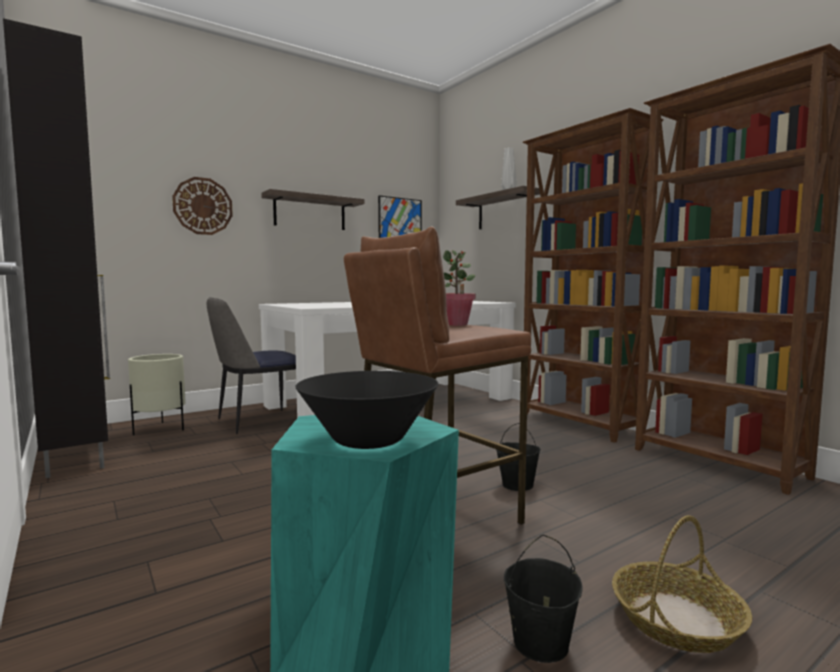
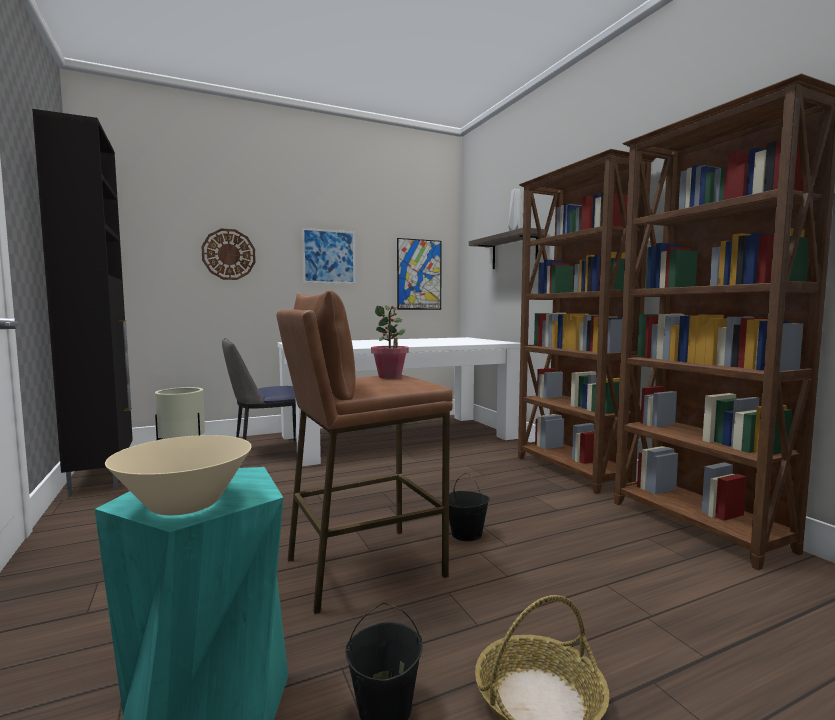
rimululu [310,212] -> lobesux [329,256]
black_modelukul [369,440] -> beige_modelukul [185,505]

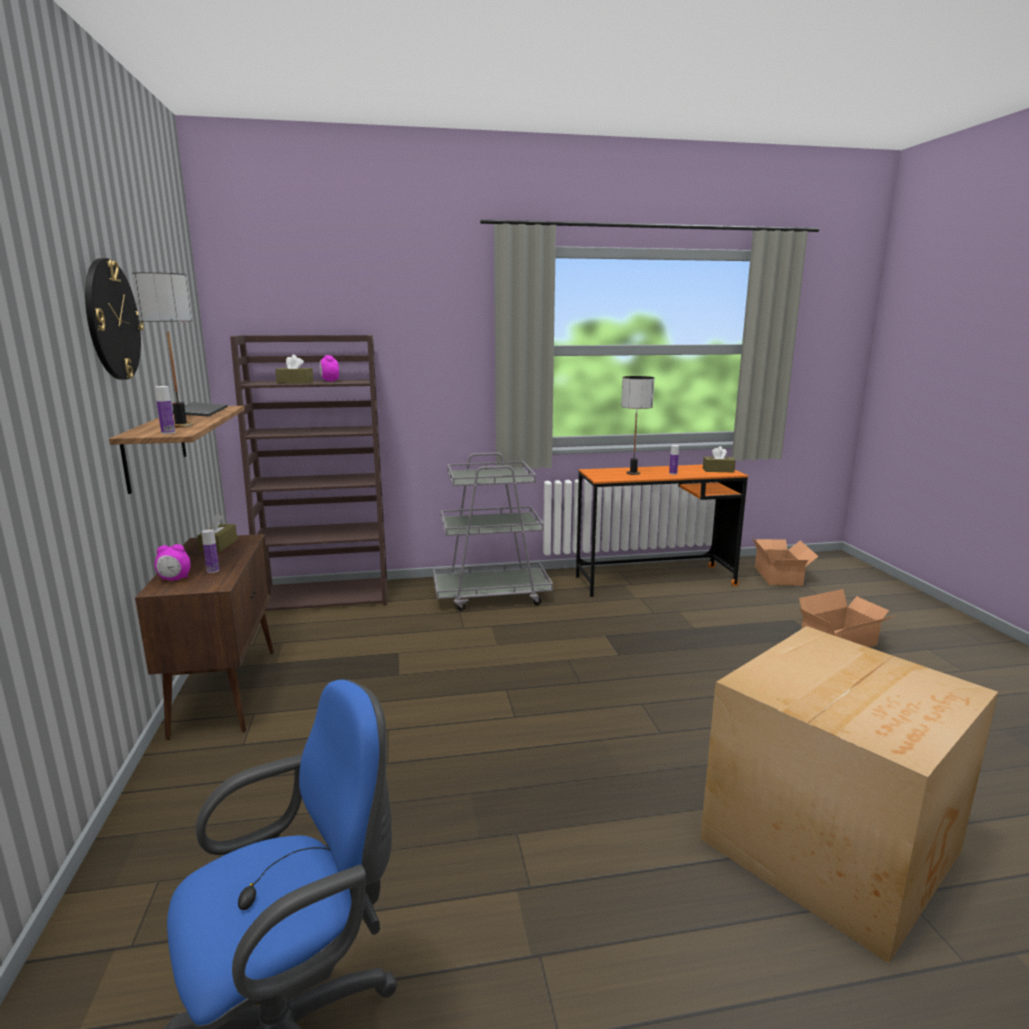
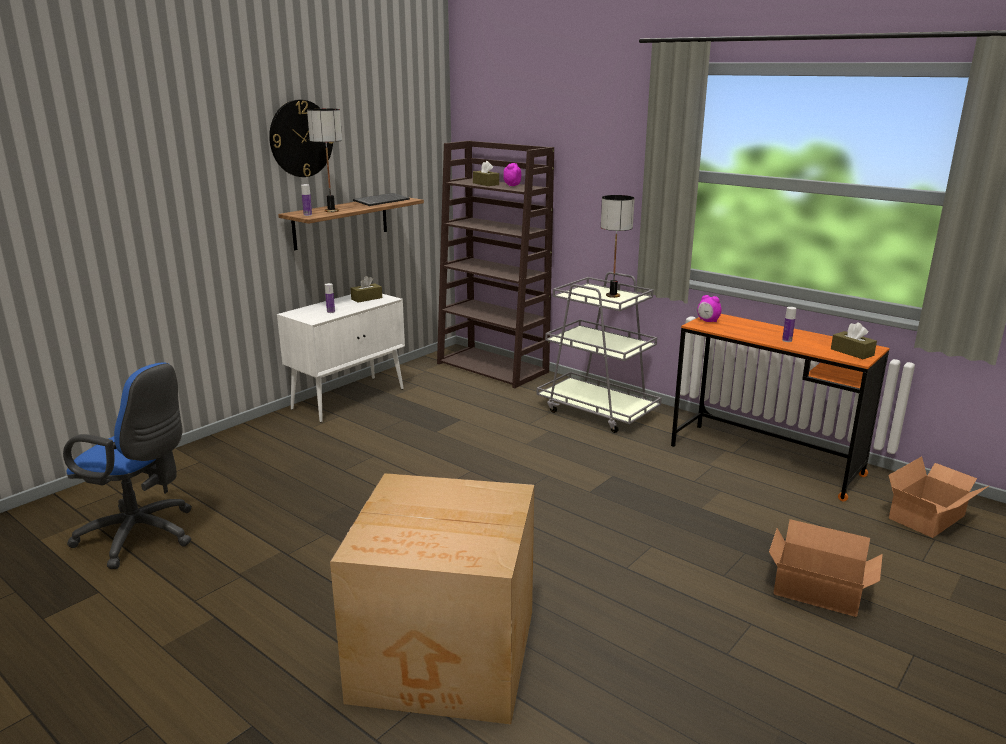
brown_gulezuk [226,690] -> white_gulezuk [349,398]
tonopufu [175,579] -> tonopufu [708,321], moved
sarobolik [633,473] -> sarobolik [612,295], moved

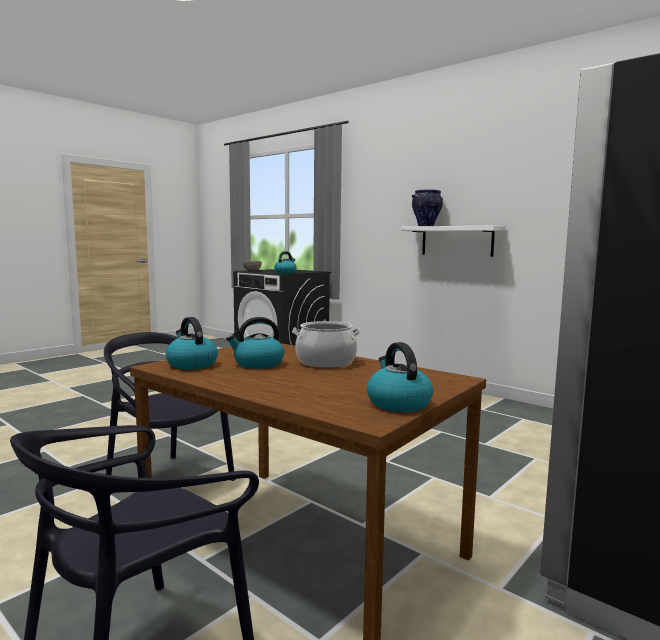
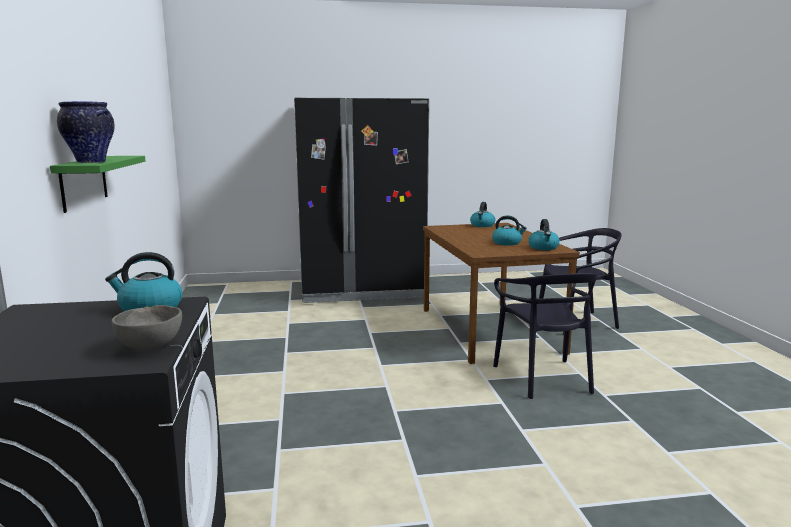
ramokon [326,362] -> none
white_rimululu [457,241] -> green_rimululu [84,182]

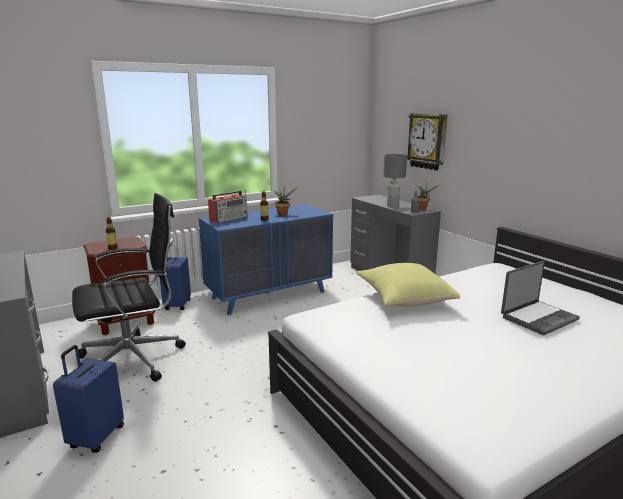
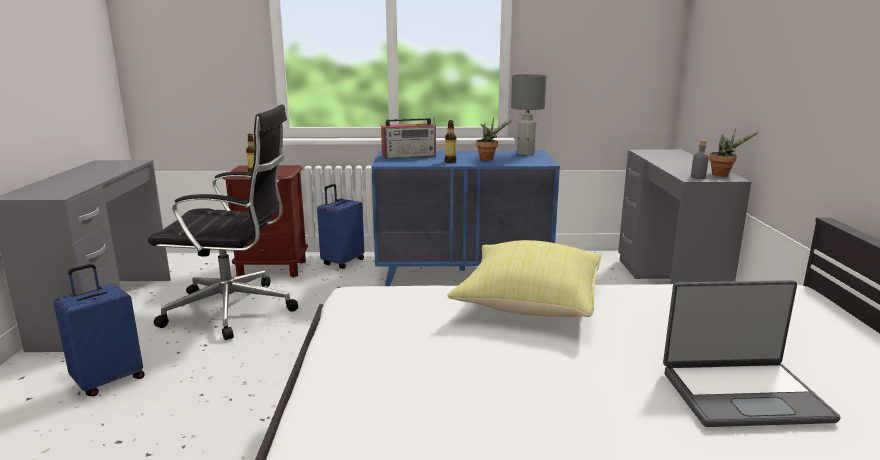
grey_sarobolik [393,206] -> grey_sarobolik [526,153], moved
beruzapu [427,141] -> none

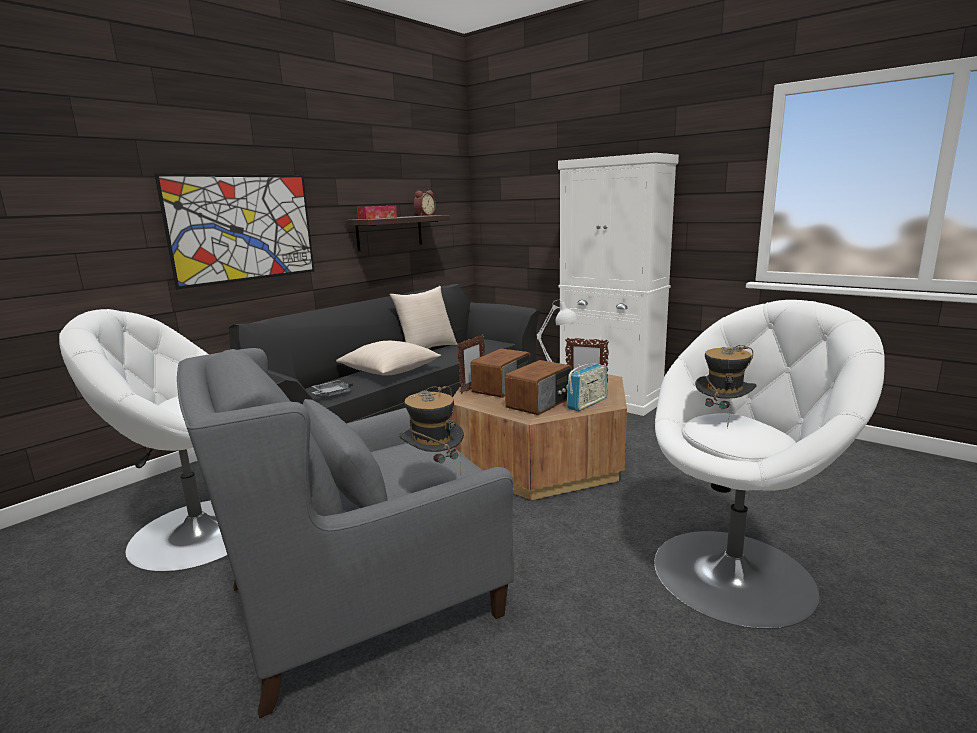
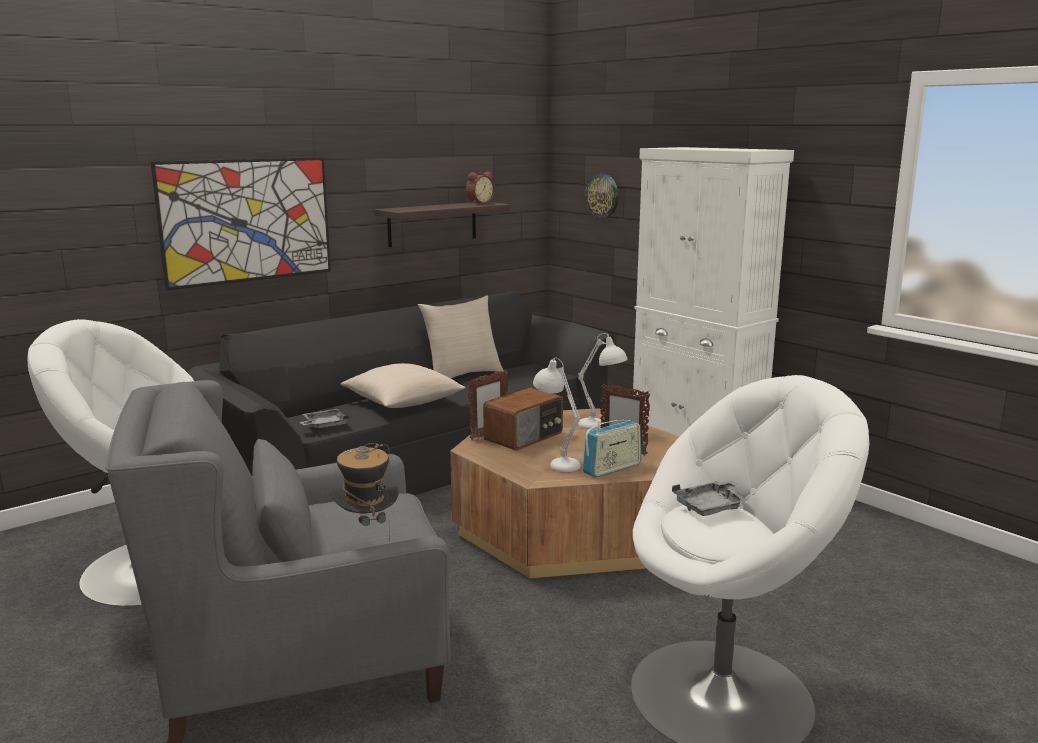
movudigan [377,218] -> none
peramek [540,403] -> white_sarobolik [556,462]
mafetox [722,417] -> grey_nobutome [711,507]
none -> beruzapu [602,195]

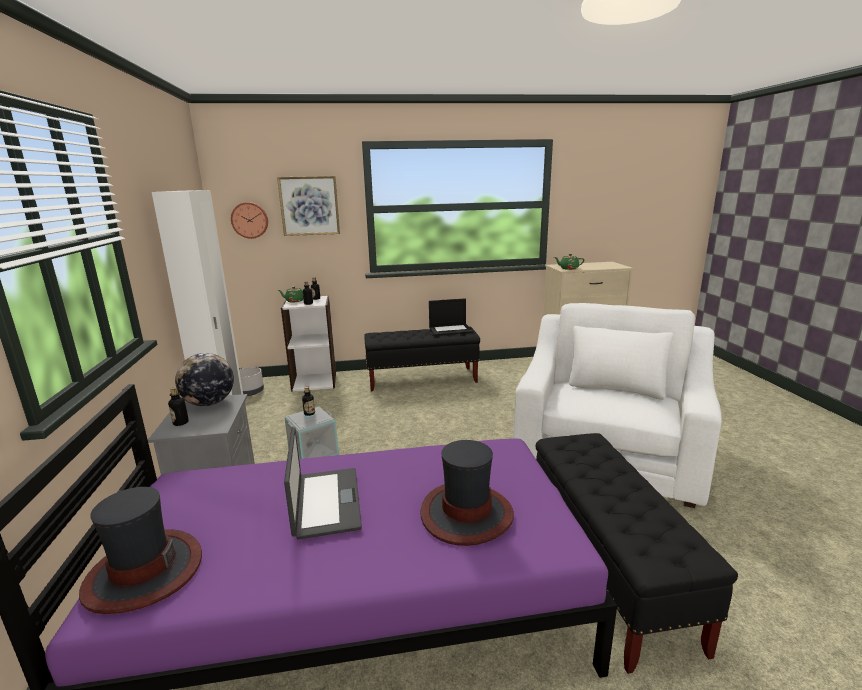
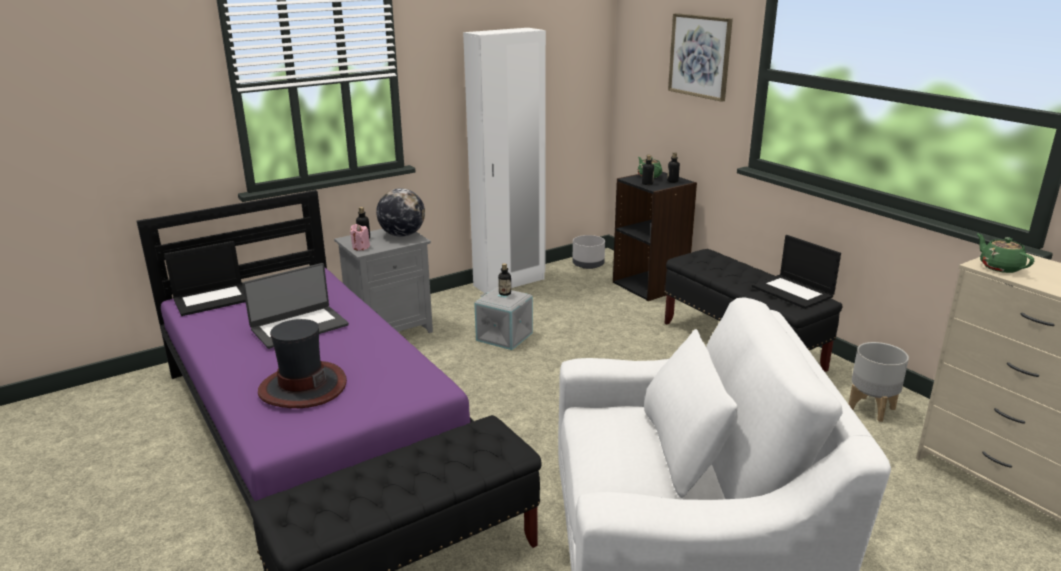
mafetox [143,572] -> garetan [213,299]
beruzapu [250,220] -> none
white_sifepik [314,381] -> black_sifepik [650,285]
none -> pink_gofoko [360,247]
none -> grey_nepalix [871,409]

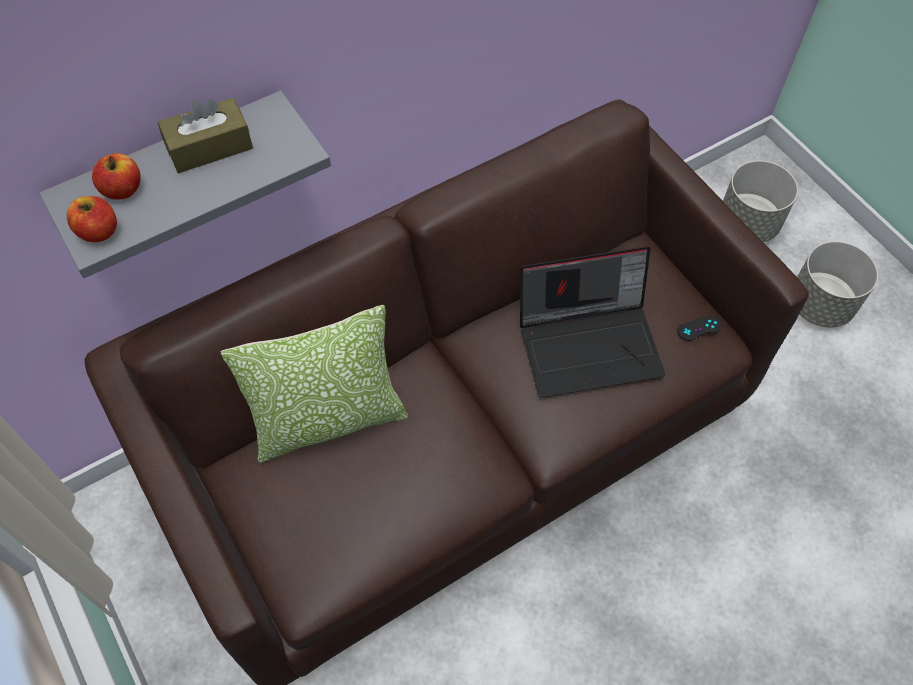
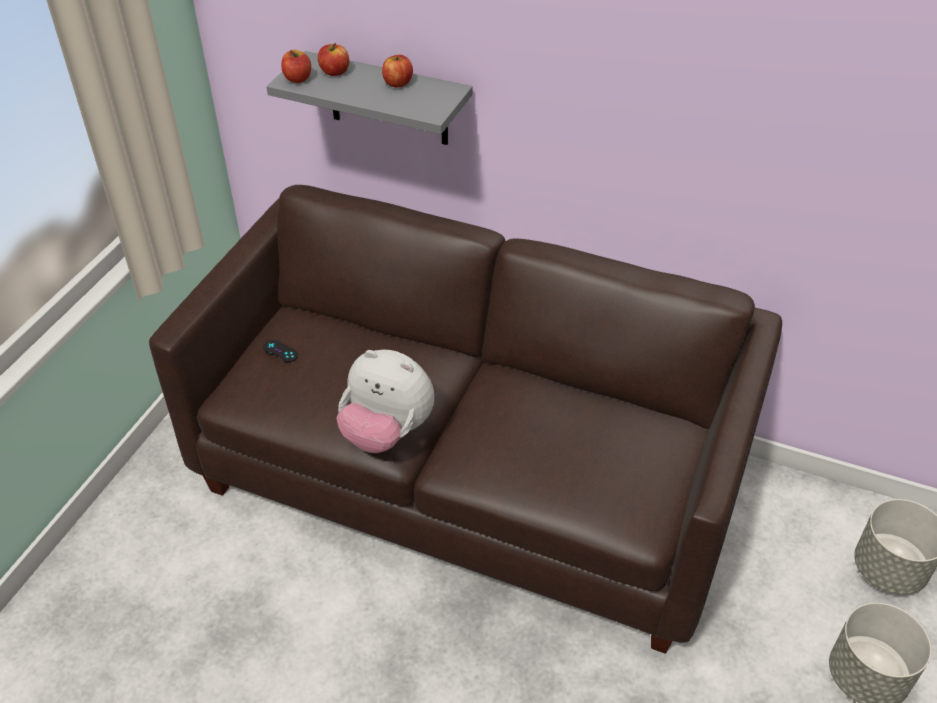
brown_movudigan [209,147] -> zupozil [397,83]
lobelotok [328,420] -> none
garetan [590,343] -> none
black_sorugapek [699,328] -> black_sorugapek [280,351], moved
none -> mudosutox [387,432]

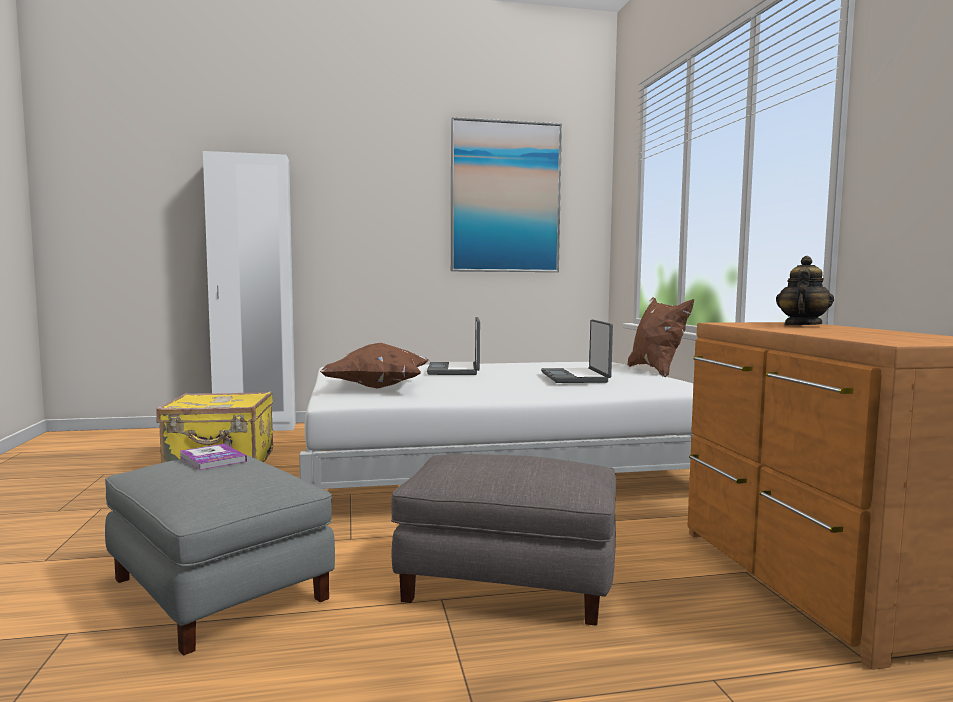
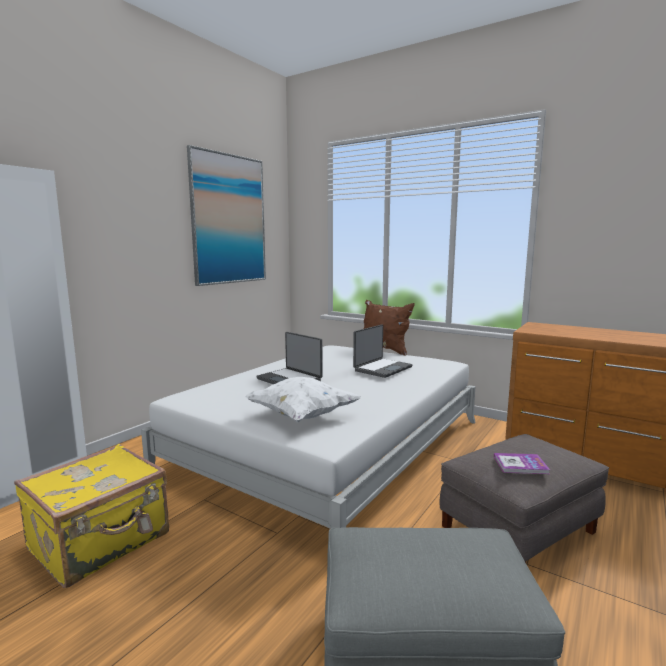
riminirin [212,459] -> riminirin [520,465], moved
brown_lobelotok [378,387] -> white_lobelotok [301,416]
garetan [576,377] -> garetan [382,368], 90 degrees counterclockwise
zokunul [802,325] -> none

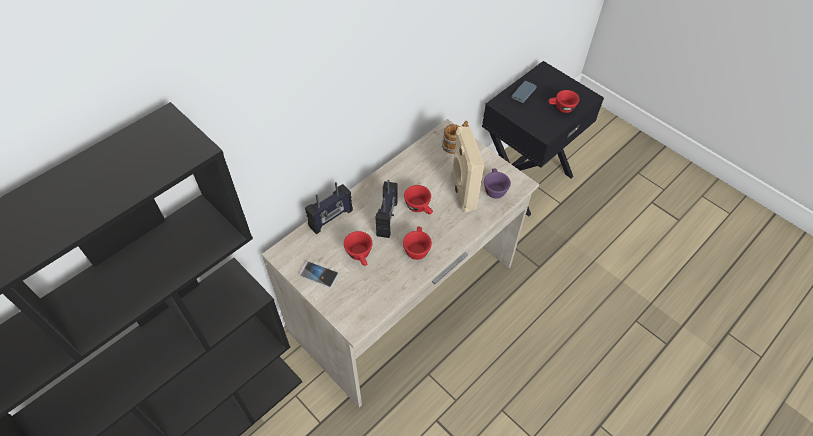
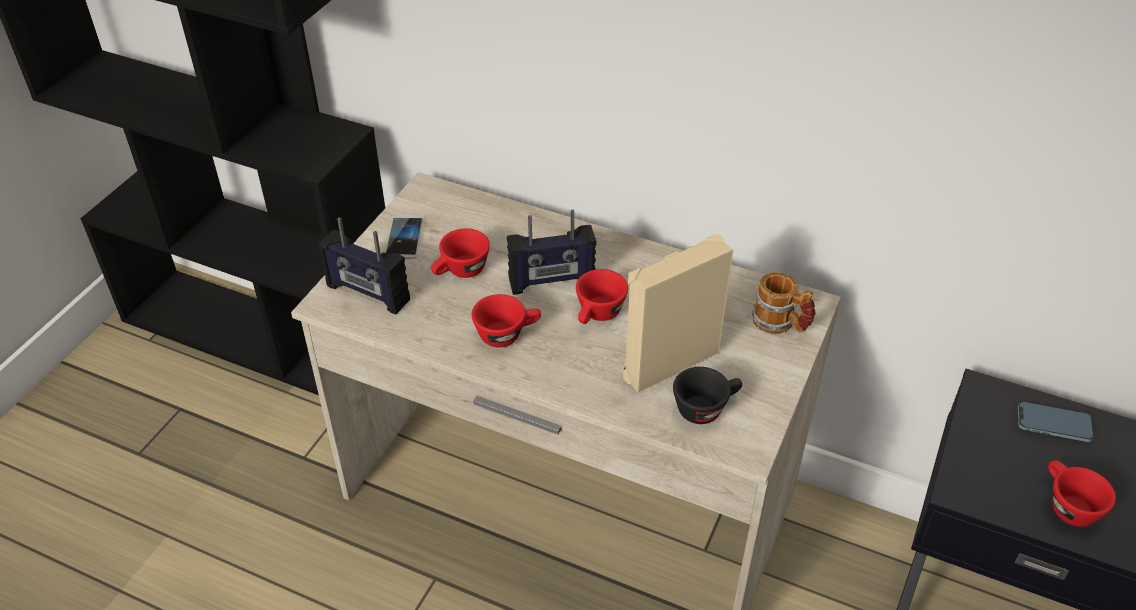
peramek [331,218] -> peramek [367,293], moved
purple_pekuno [494,189] -> black_pekuno [706,407]

